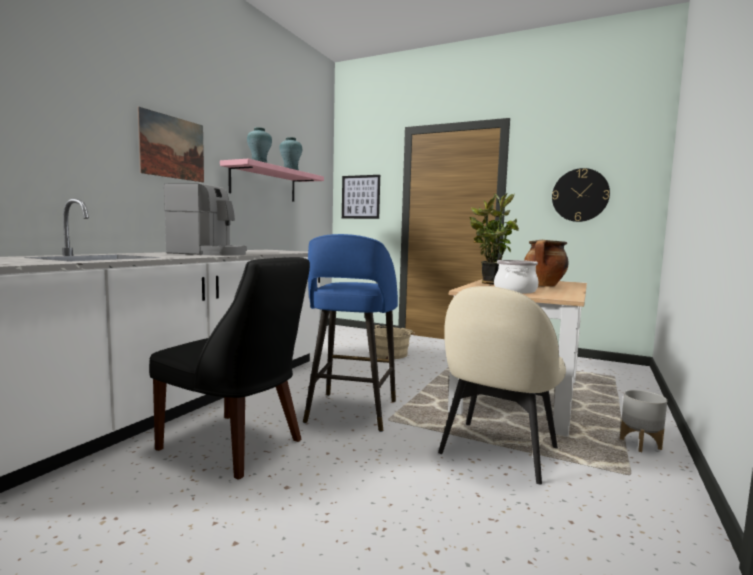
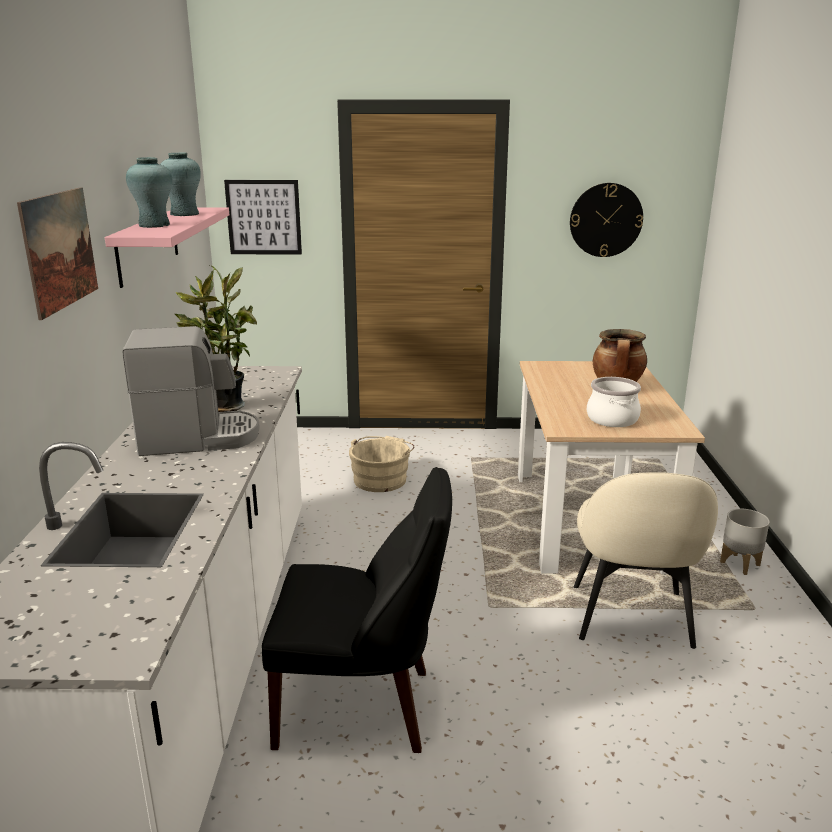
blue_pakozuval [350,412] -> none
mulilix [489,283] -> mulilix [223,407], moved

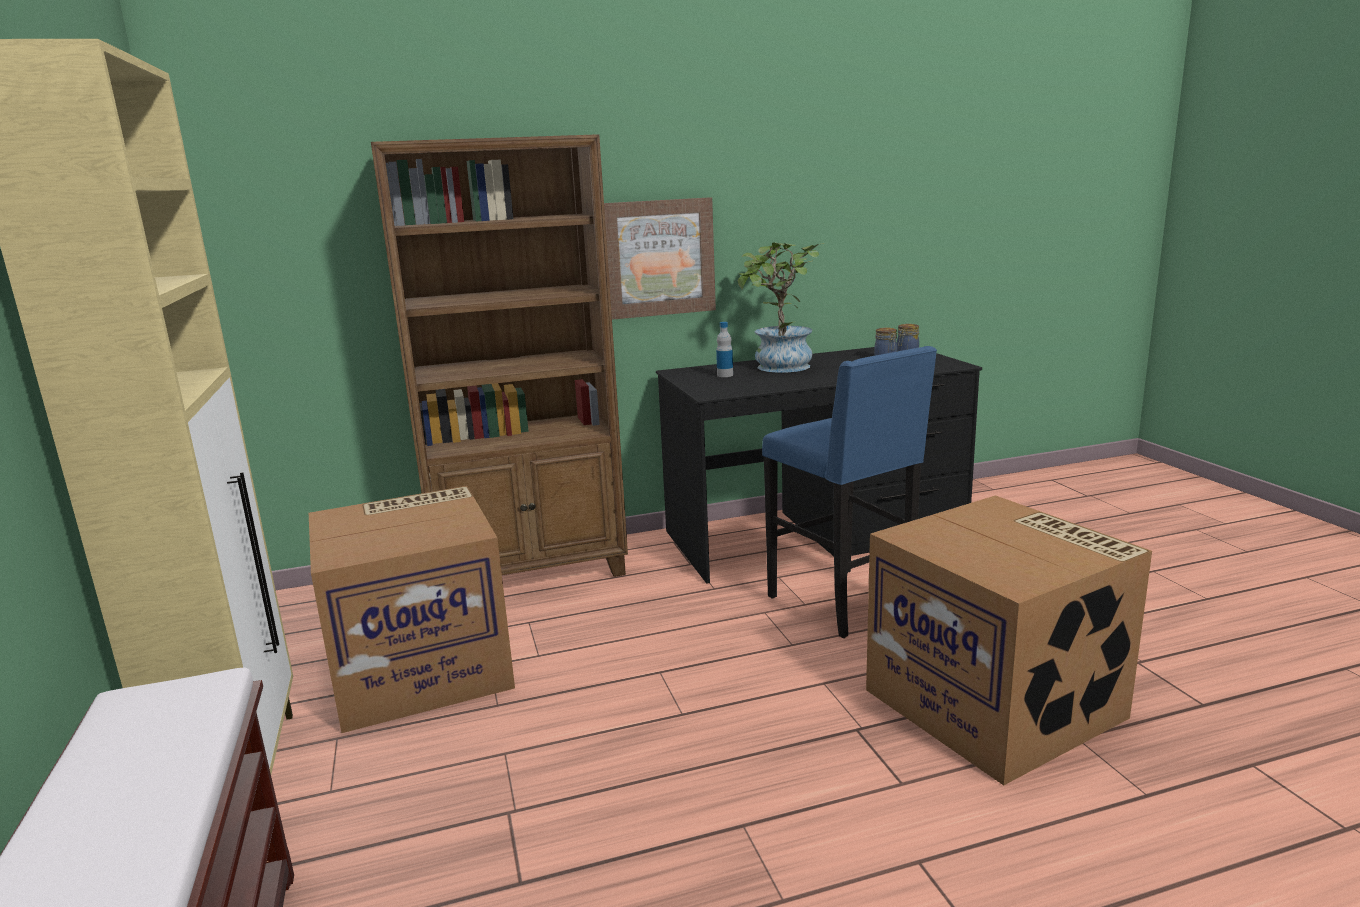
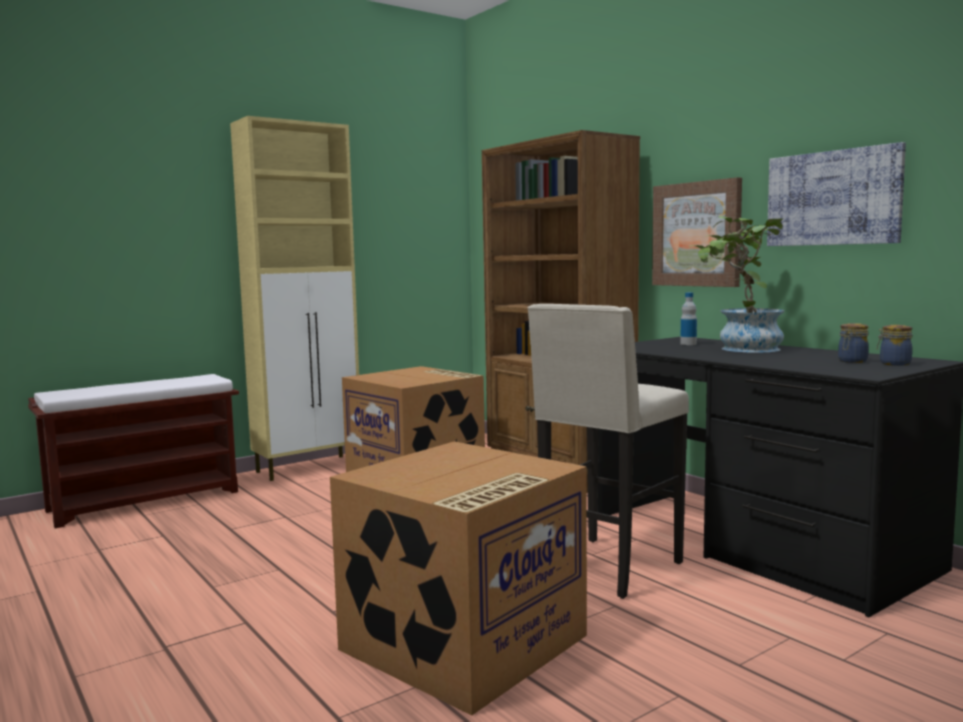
blue_pakozuval [845,604] -> beige_pakozuval [607,569]
none -> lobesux [833,198]

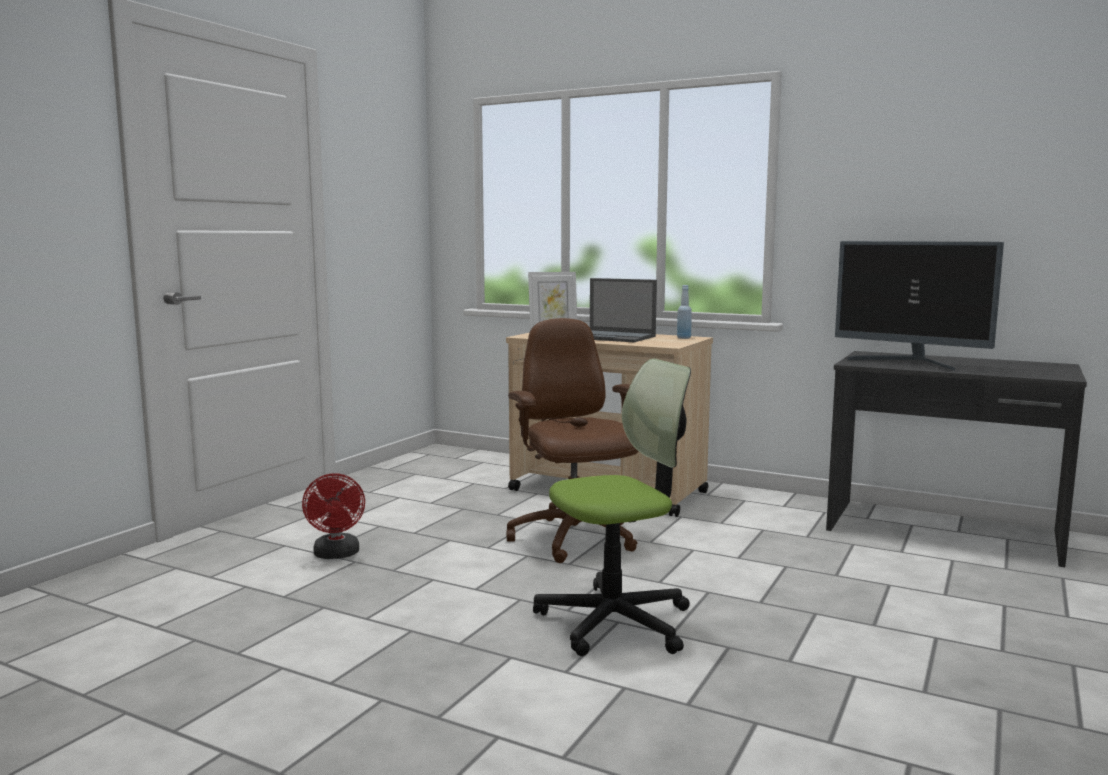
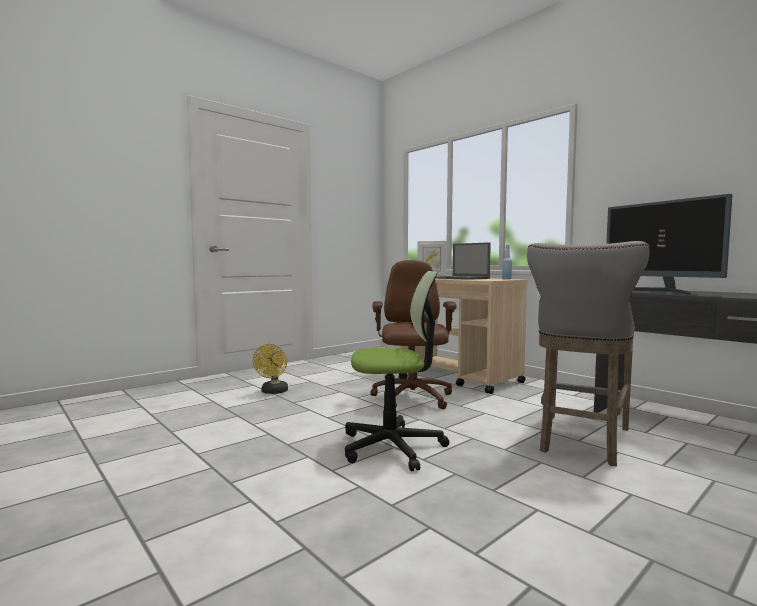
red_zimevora [337,555] -> yellow_zimevora [273,392]
none -> grey_pakozuval [580,441]

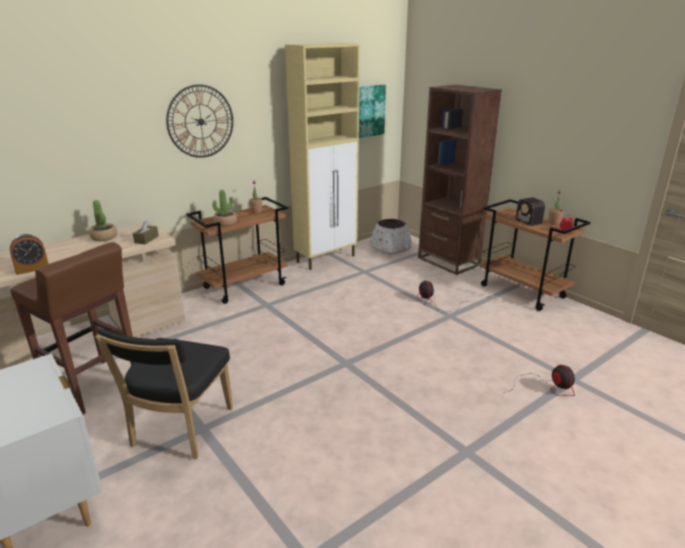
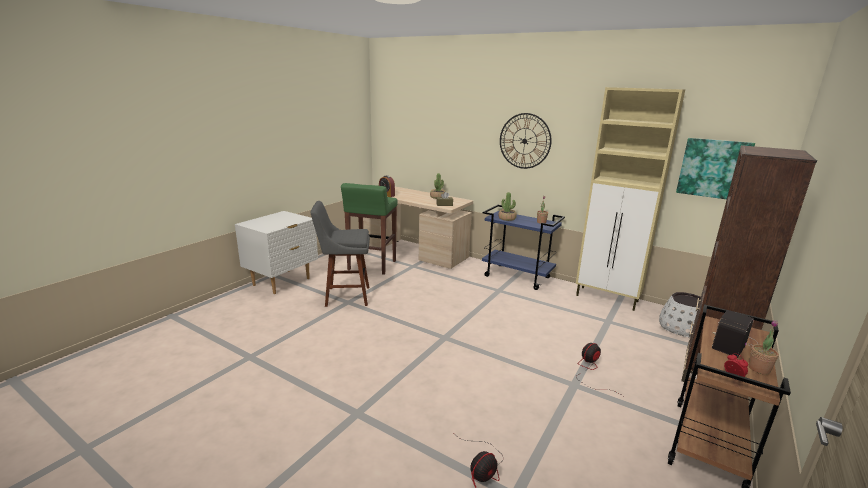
brown_pakozuval [94,387] -> green_pakozuval [371,266]
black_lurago [180,430] -> grey_pakozuval [344,296]
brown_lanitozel [245,286] -> blue_lanitozel [517,277]

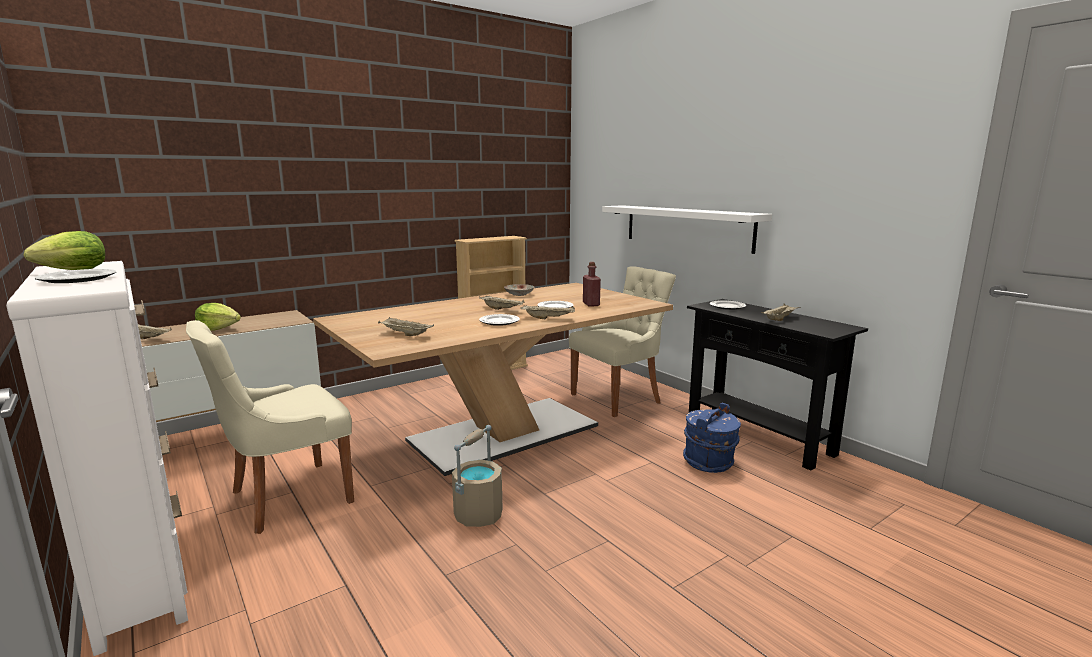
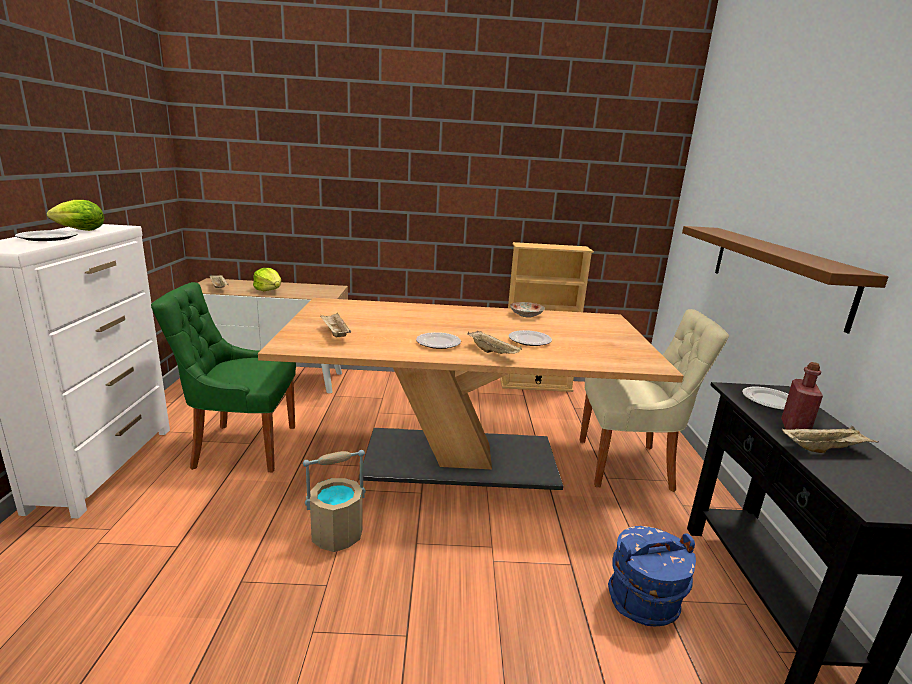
beige_lurago [286,498] -> green_lurago [241,446]
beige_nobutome [502,309] -> none
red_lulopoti [591,304] -> red_lulopoti [794,428], moved
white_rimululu [686,227] -> brown_rimululu [776,271]

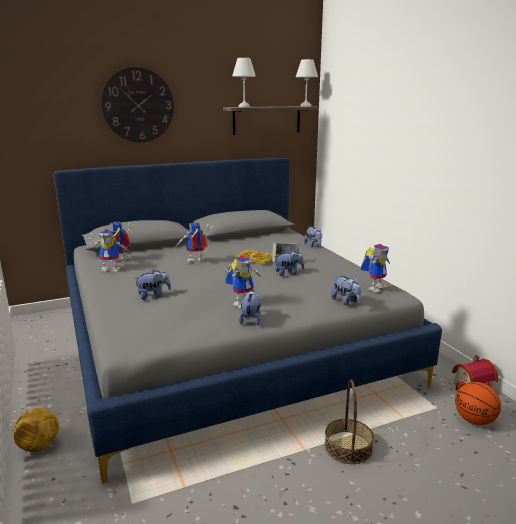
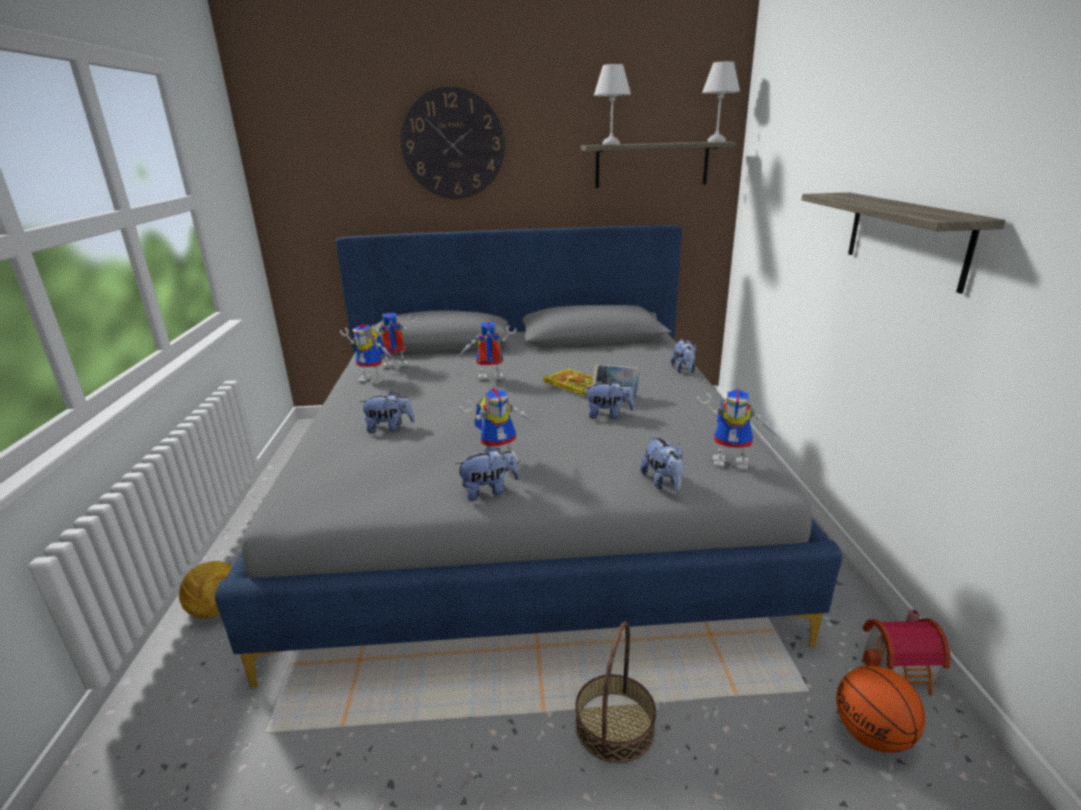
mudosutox [251,319] -> mudosutox [489,491], 45 degrees clockwise
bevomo [375,287] -> bevomo [733,461], 45 degrees clockwise
none -> rimululu [905,238]

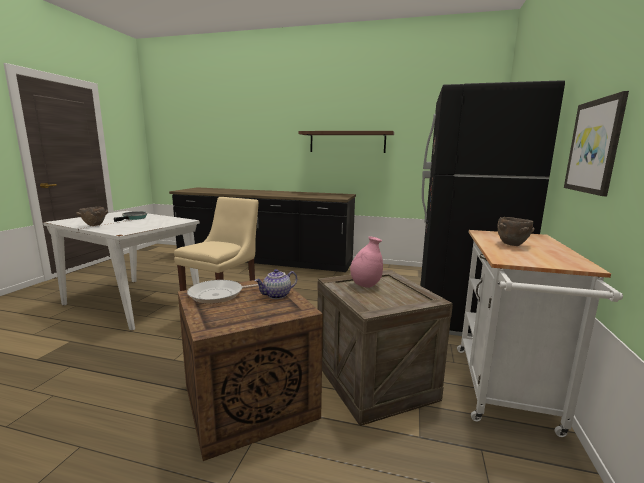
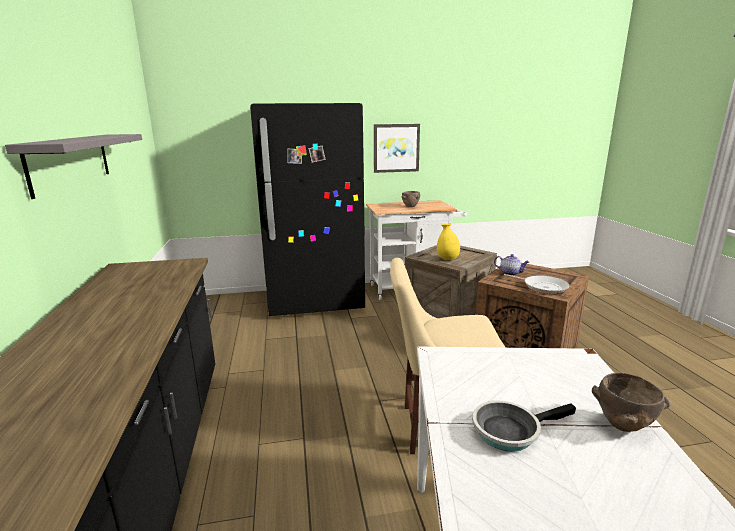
brown_rimululu [347,142] -> grey_rimululu [71,161]
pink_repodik [365,285] -> yellow_repodik [447,259]

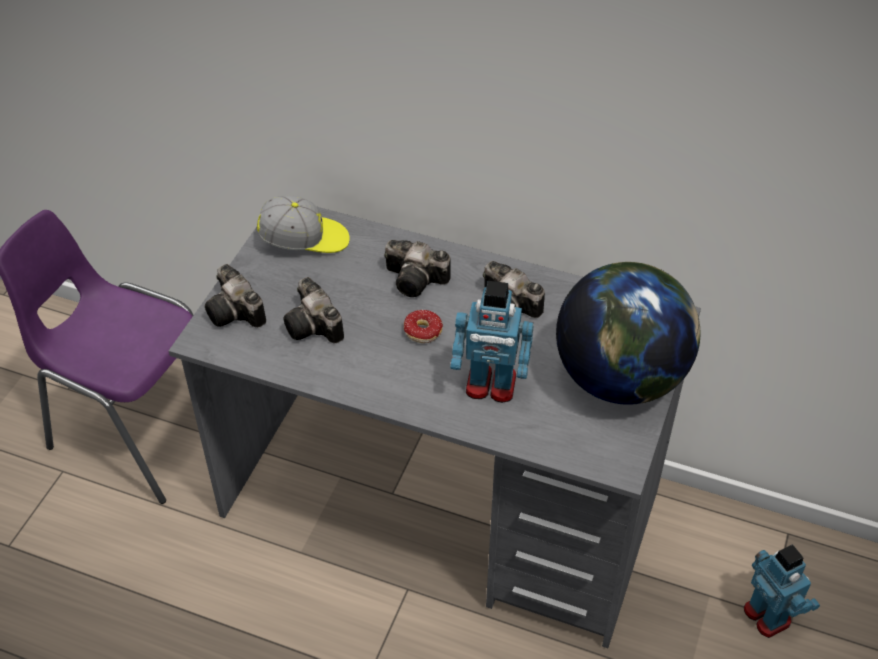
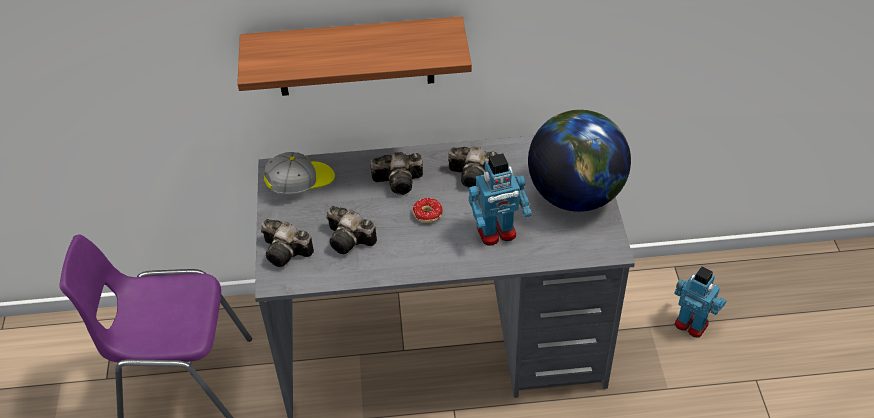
none -> rimululu [355,57]

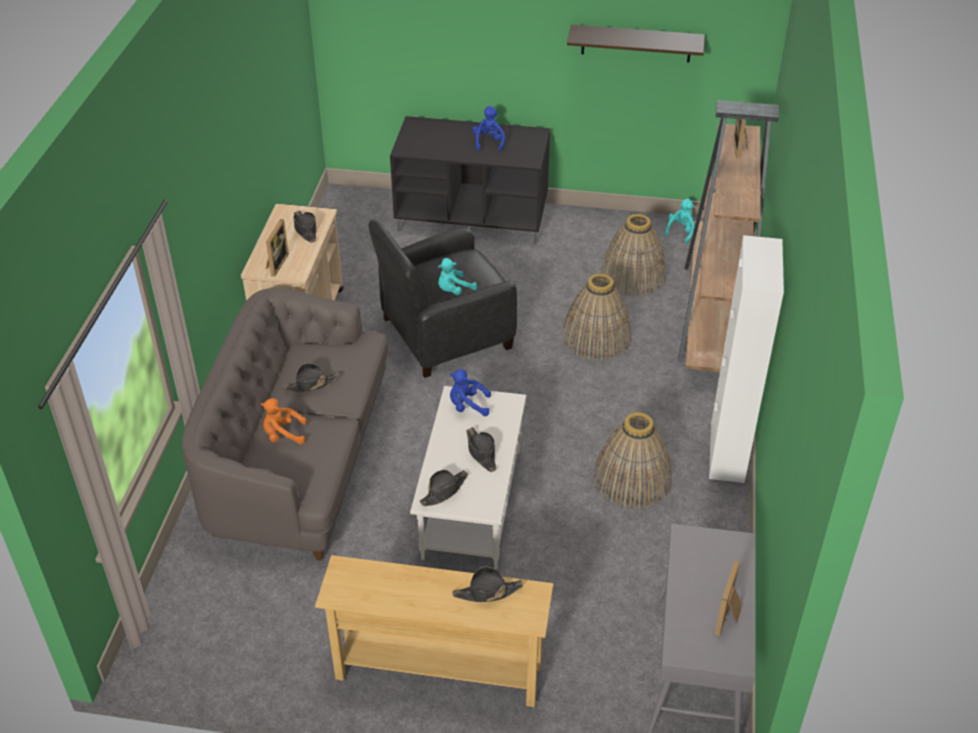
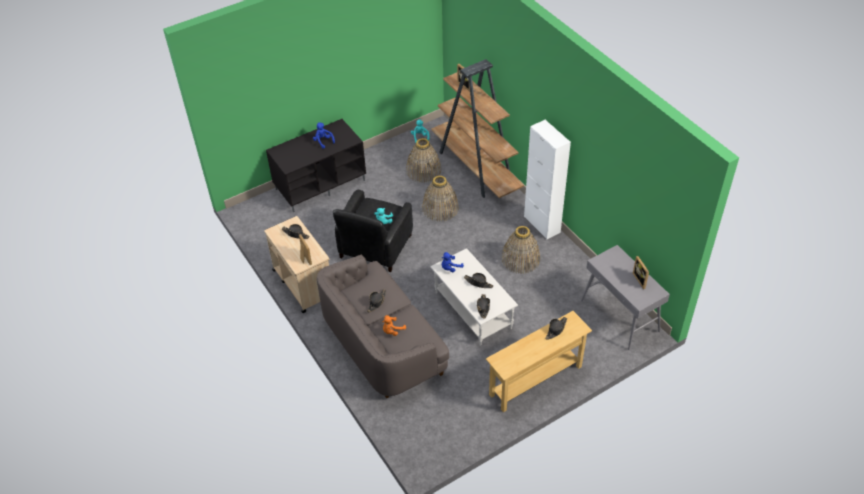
rimululu [636,43] -> none

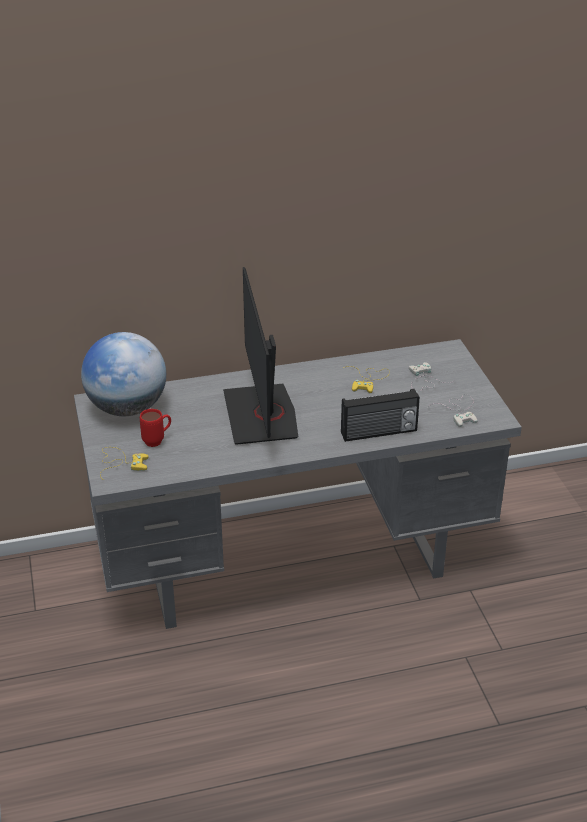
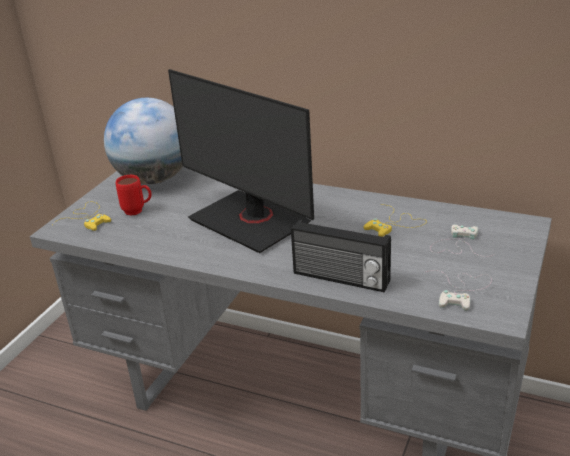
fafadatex [261,415] -> fafadatex [250,221], 75 degrees counterclockwise

